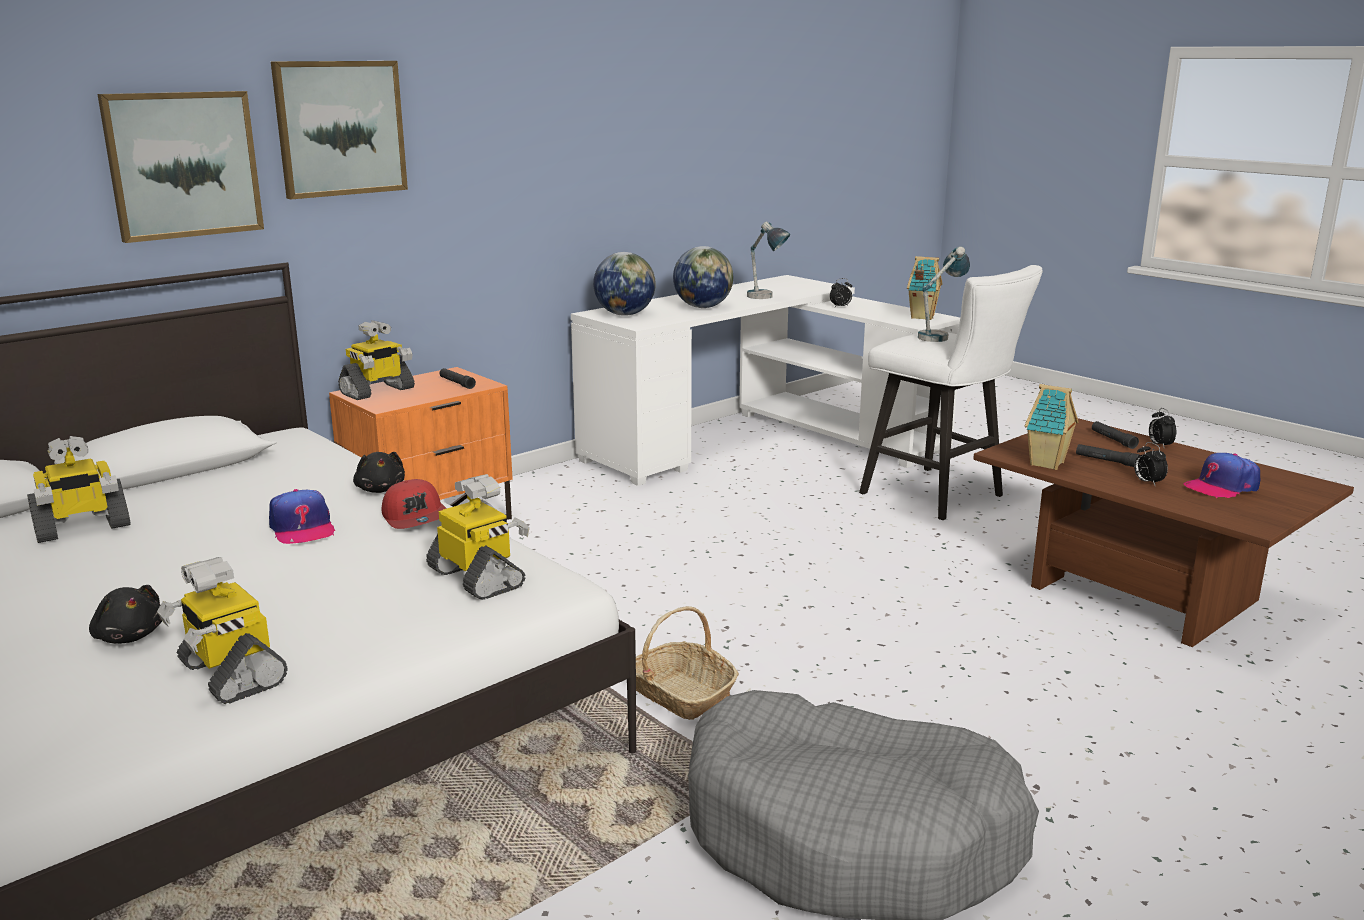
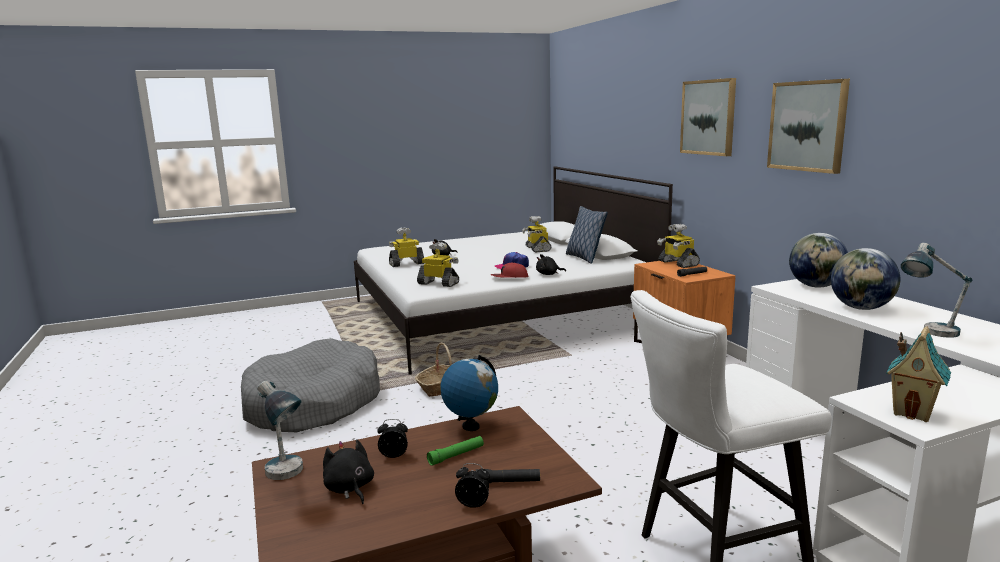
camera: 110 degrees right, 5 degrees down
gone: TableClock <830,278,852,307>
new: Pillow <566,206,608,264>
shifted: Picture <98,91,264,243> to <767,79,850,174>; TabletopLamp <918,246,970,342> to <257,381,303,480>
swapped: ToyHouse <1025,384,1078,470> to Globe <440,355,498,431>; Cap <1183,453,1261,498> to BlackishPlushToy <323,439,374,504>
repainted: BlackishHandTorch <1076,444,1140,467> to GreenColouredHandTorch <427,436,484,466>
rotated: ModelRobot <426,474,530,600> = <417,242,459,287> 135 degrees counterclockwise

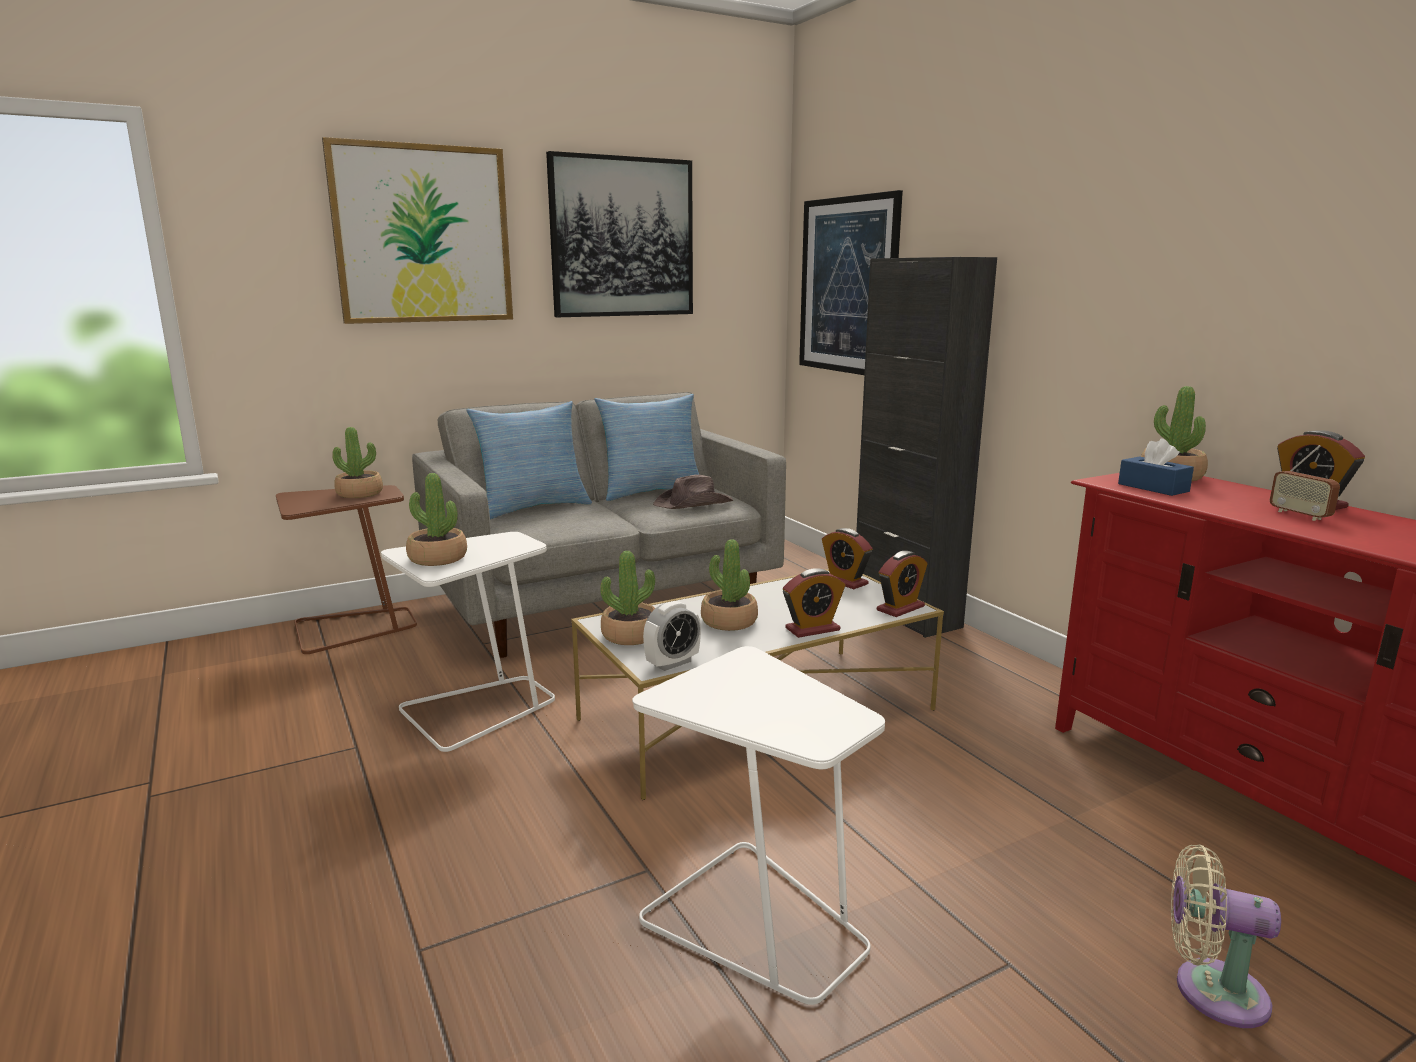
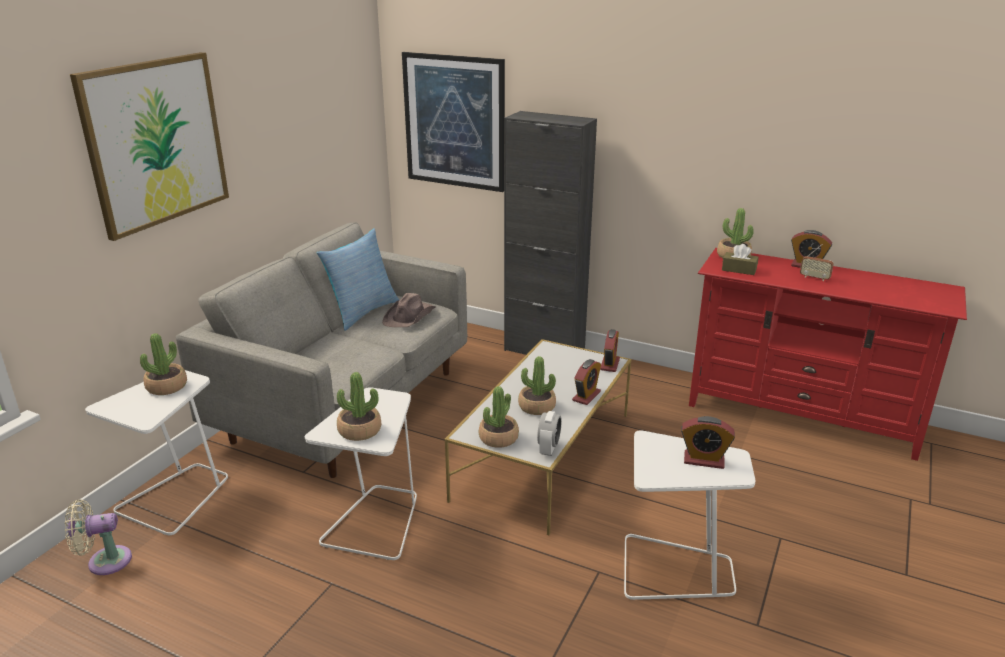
camera: 35 degrees left, 10 degrees up
gone: Pillow <466,401,592,519>; Picture <546,151,693,317>
shifted: TableClock <822,528,873,589> to <681,416,735,469>; BeigeElectricFan <1171,844,1281,1028> to <65,499,132,575>
repainted: BrownColouredSideTable <276,485,417,654> to WhiteSideTable <85,370,228,535>; BluishBoxOfTissues <1118,439,1194,496> to BrownColouredBoxOfTissues <722,244,758,275>

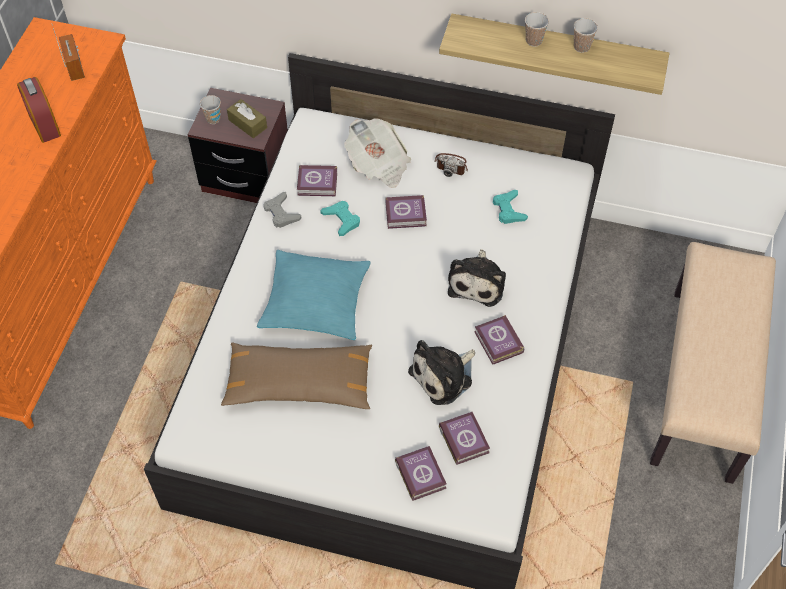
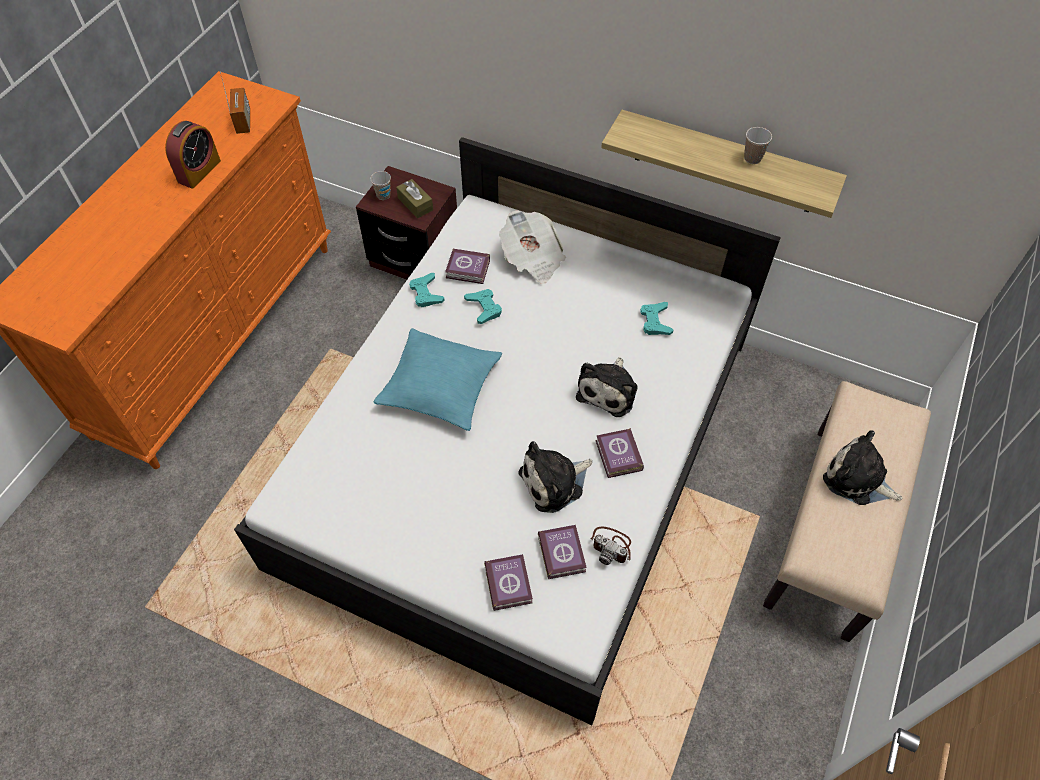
camera: 10 degrees right, 0 degrees up
gone: BrownColouredPillow <221,342,372,409>; BoundBook <385,195,427,229>; Cup <525,12,549,46>
new: PlushToy <823,430,903,505>
shifted: StillCamera <434,153,468,177> to <590,526,631,565>
repainted: GrayGameController <264,192,302,228> to TurquoiseColouredGameController <409,273,445,307>
rotated: TableClock <17,77,61,143> = <165,121,221,189> 135 degrees counterclockwise

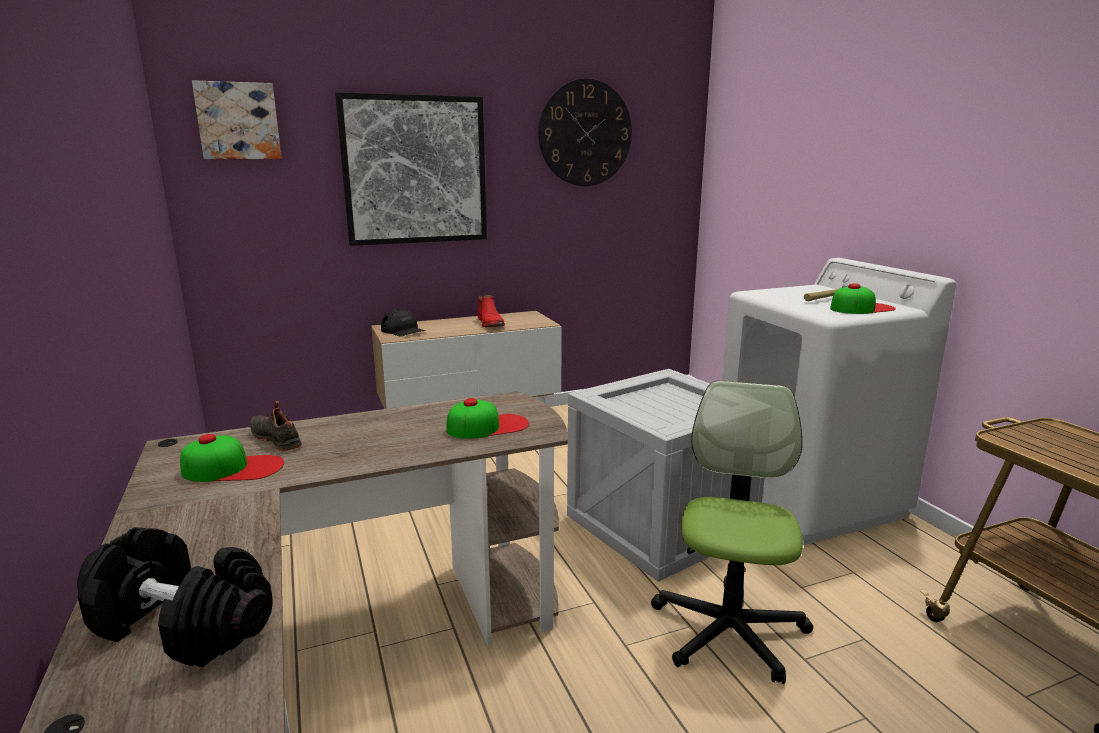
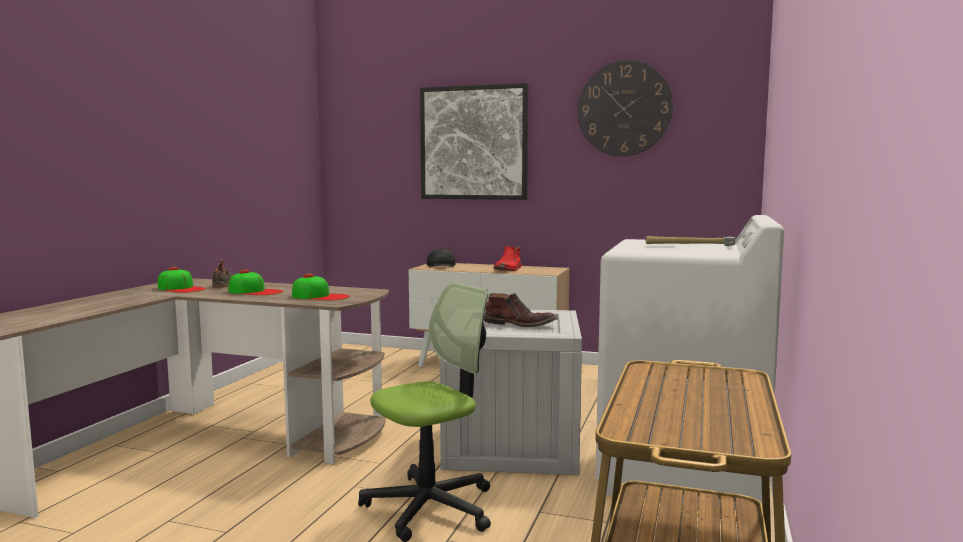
camera: 40 degrees right, 10 degrees down
gone: BlackishFreeWeight <77,527,273,667>; Picture <192,80,282,159>
new: BrownColouredBoot <484,293,556,327>
shifted: Cap <830,283,896,314> to <228,270,283,295>

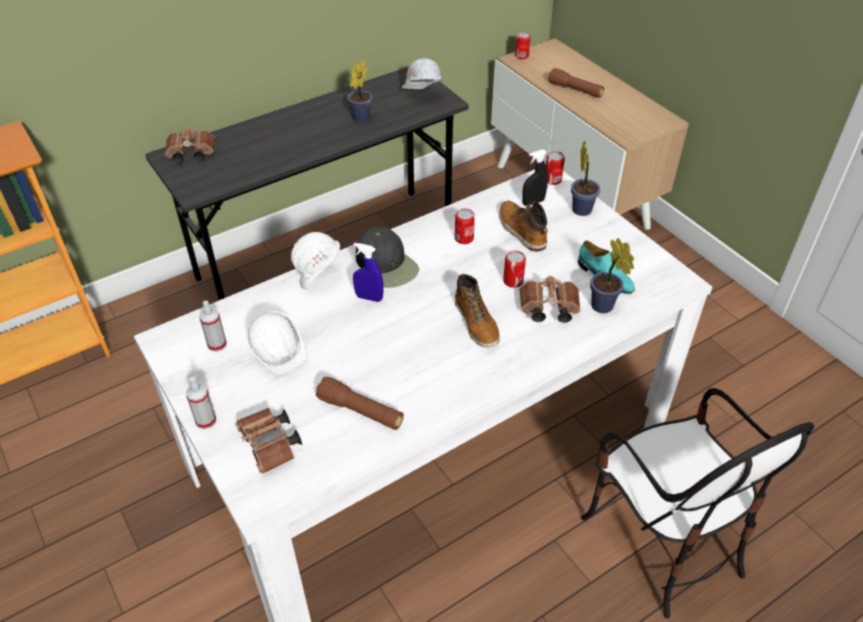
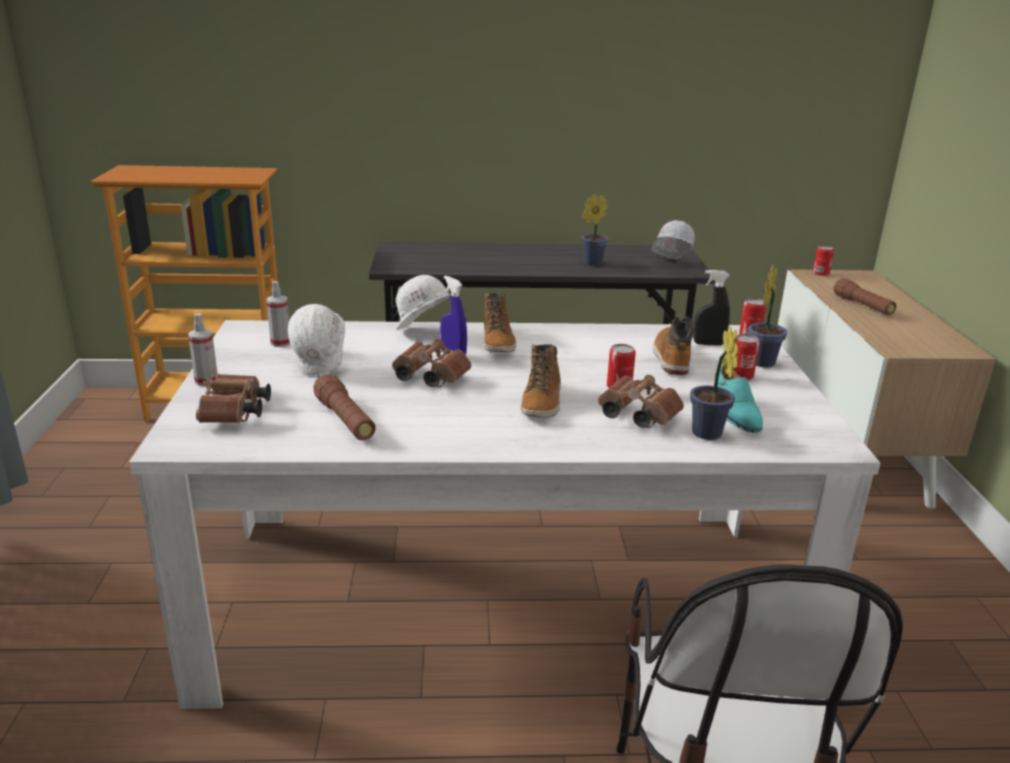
camera: 30 degrees right, 20 degrees down
shifted: BrownColouredBinoculars <165,127,215,163> to <392,339,471,387>; MetalCan <455,208,475,244> to <734,334,760,380>
swapped: BlackishCap <356,227,419,288> to Boot <484,293,516,352>

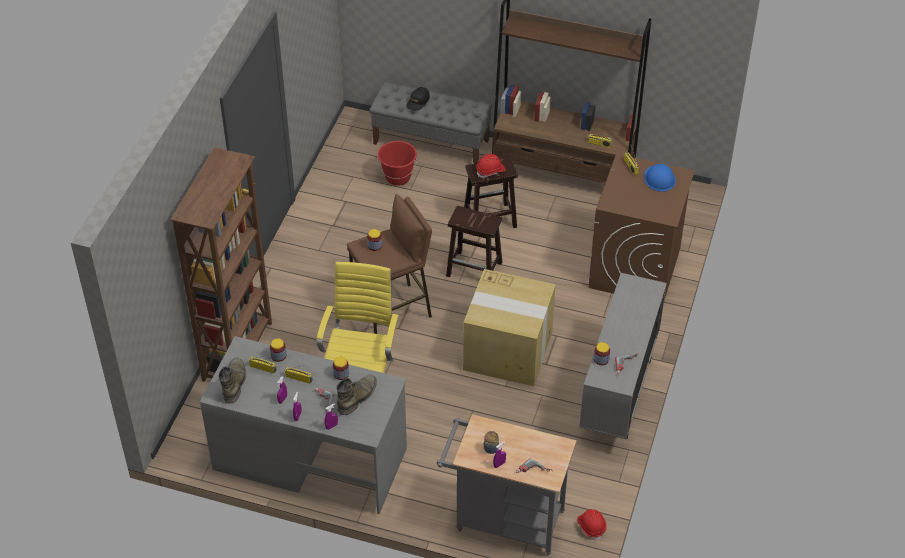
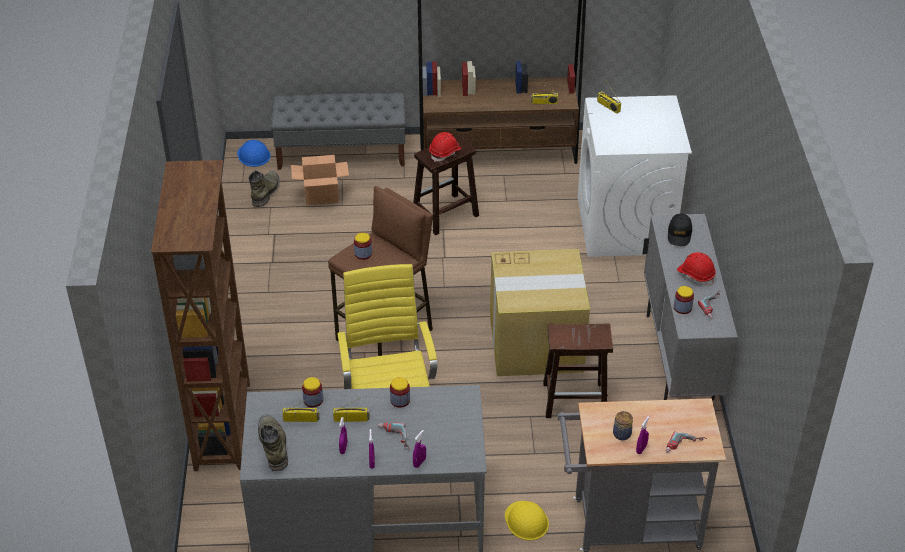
camera: 20 degrees left, 5 degrees down
new: YellowColouredSafetyHelmet <505,501,549,540>
shifted: GreenColouredBoot <337,374,377,415> to <249,171,280,207>; BlackishCap <406,87,430,111> to <668,214,692,246>; BrownColouredSittingStool <446,206,502,277> to <543,324,613,418>; RedColouredSafetyHelmet <577,509,607,540> to <677,252,716,286>; BluishSafetyHelmet <644,164,676,192> to <237,140,271,167>
swapped: RedColouredBucket <377,141,417,186> to Carton <291,155,349,205>
repainted: BrownColouredLaundryAppliance <588,154,695,300> to WhiteLaundryAppliance <578,95,692,257>

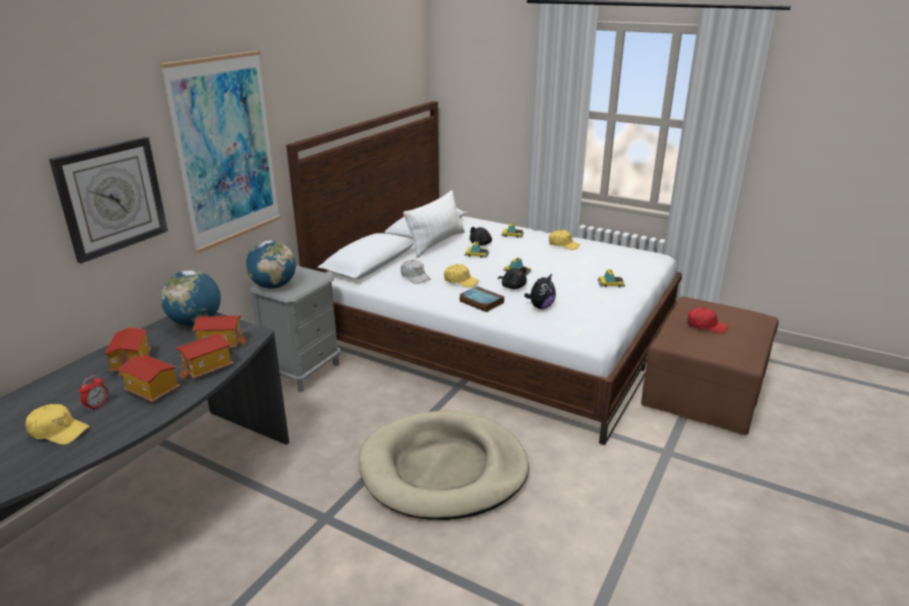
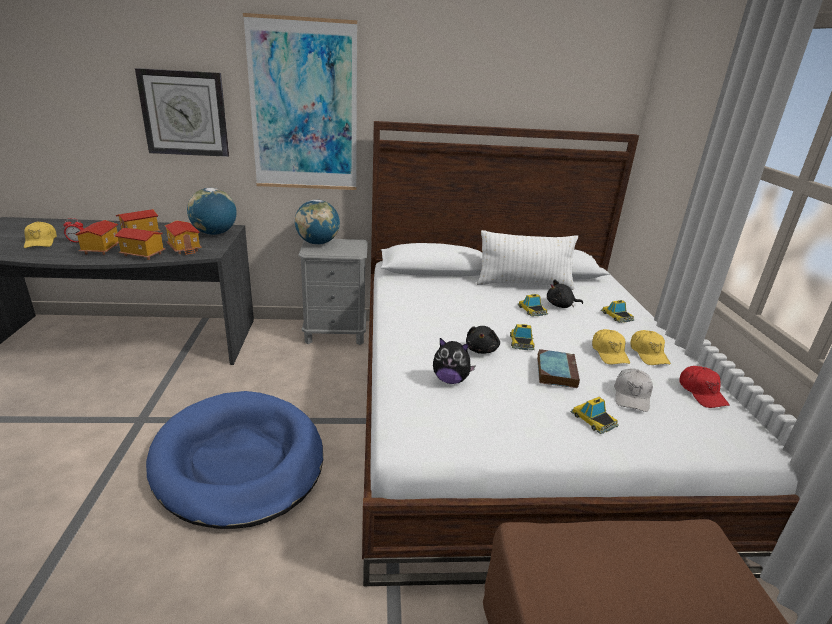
camera: 55 degrees right, 0 degrees up
shifted: WhiteCap <401,260,431,284> to <614,369,653,412>; YellowColouredCap <444,264,479,288> to <592,329,630,364>; BoundBook <459,286,504,312> to <537,349,580,388>; RedColouredCap <687,308,728,334> to <679,366,730,408>
repainted: BeigePetBed <359,411,529,520> to BluishPetBed <146,391,323,529>

